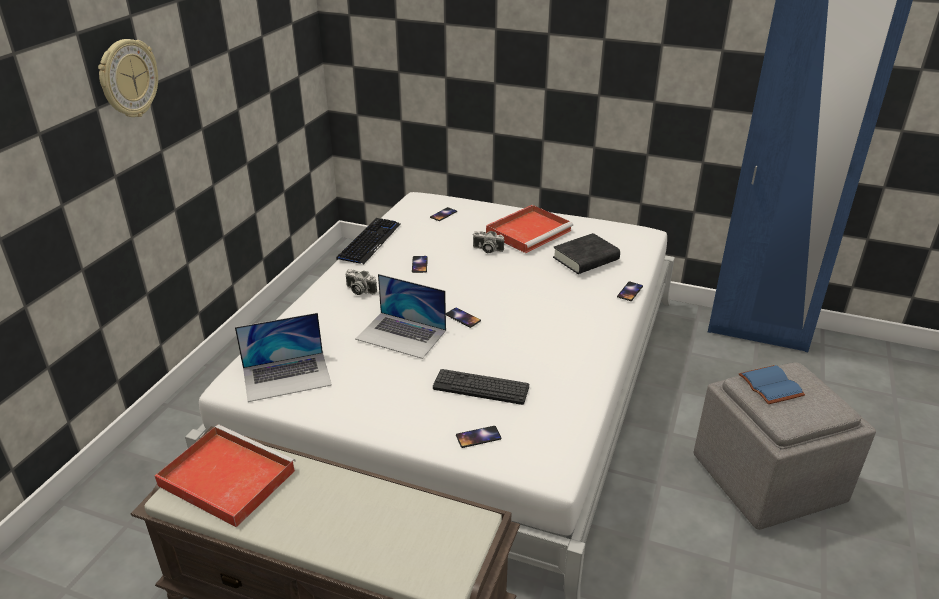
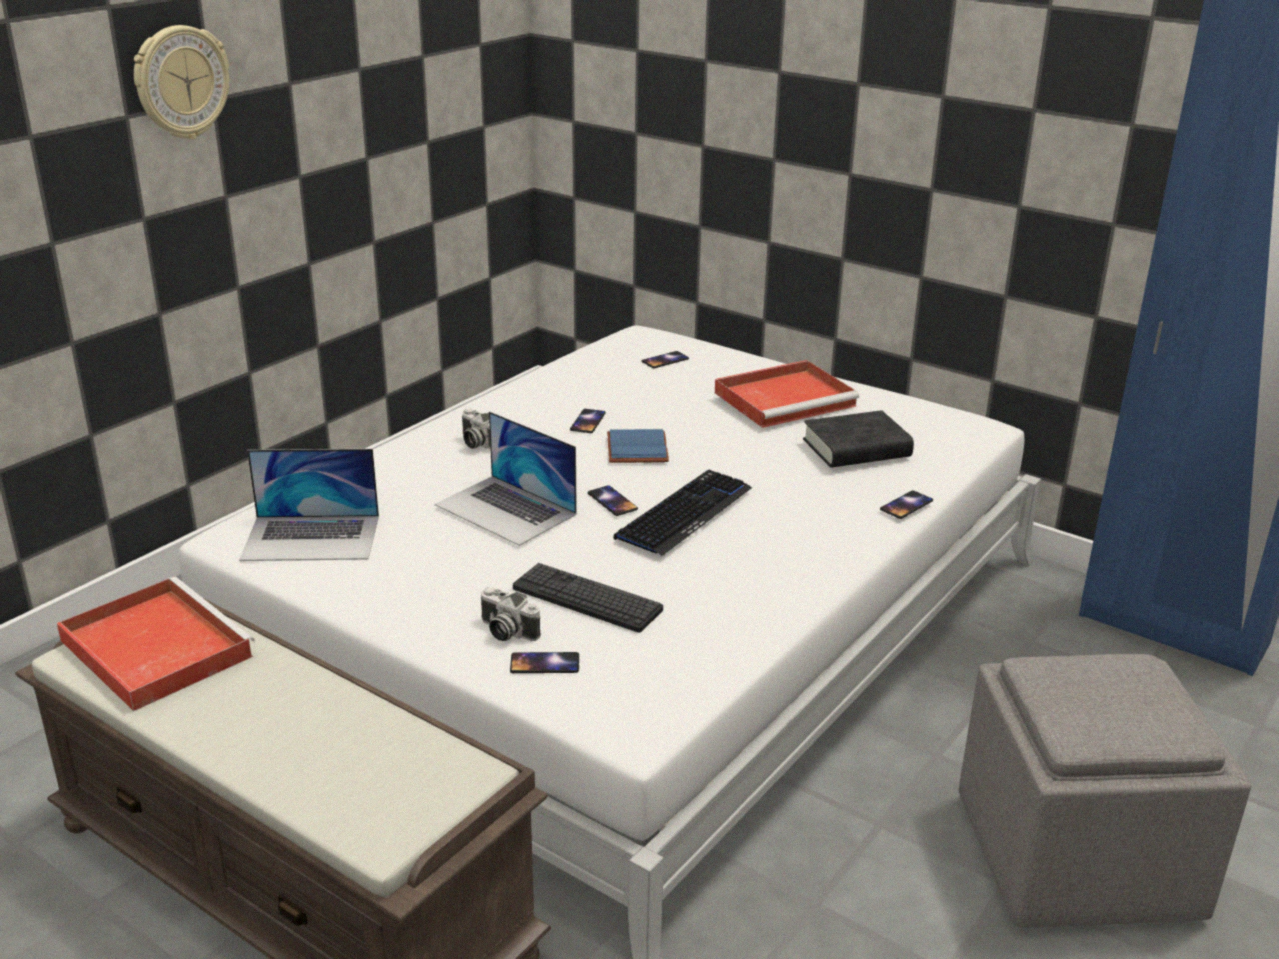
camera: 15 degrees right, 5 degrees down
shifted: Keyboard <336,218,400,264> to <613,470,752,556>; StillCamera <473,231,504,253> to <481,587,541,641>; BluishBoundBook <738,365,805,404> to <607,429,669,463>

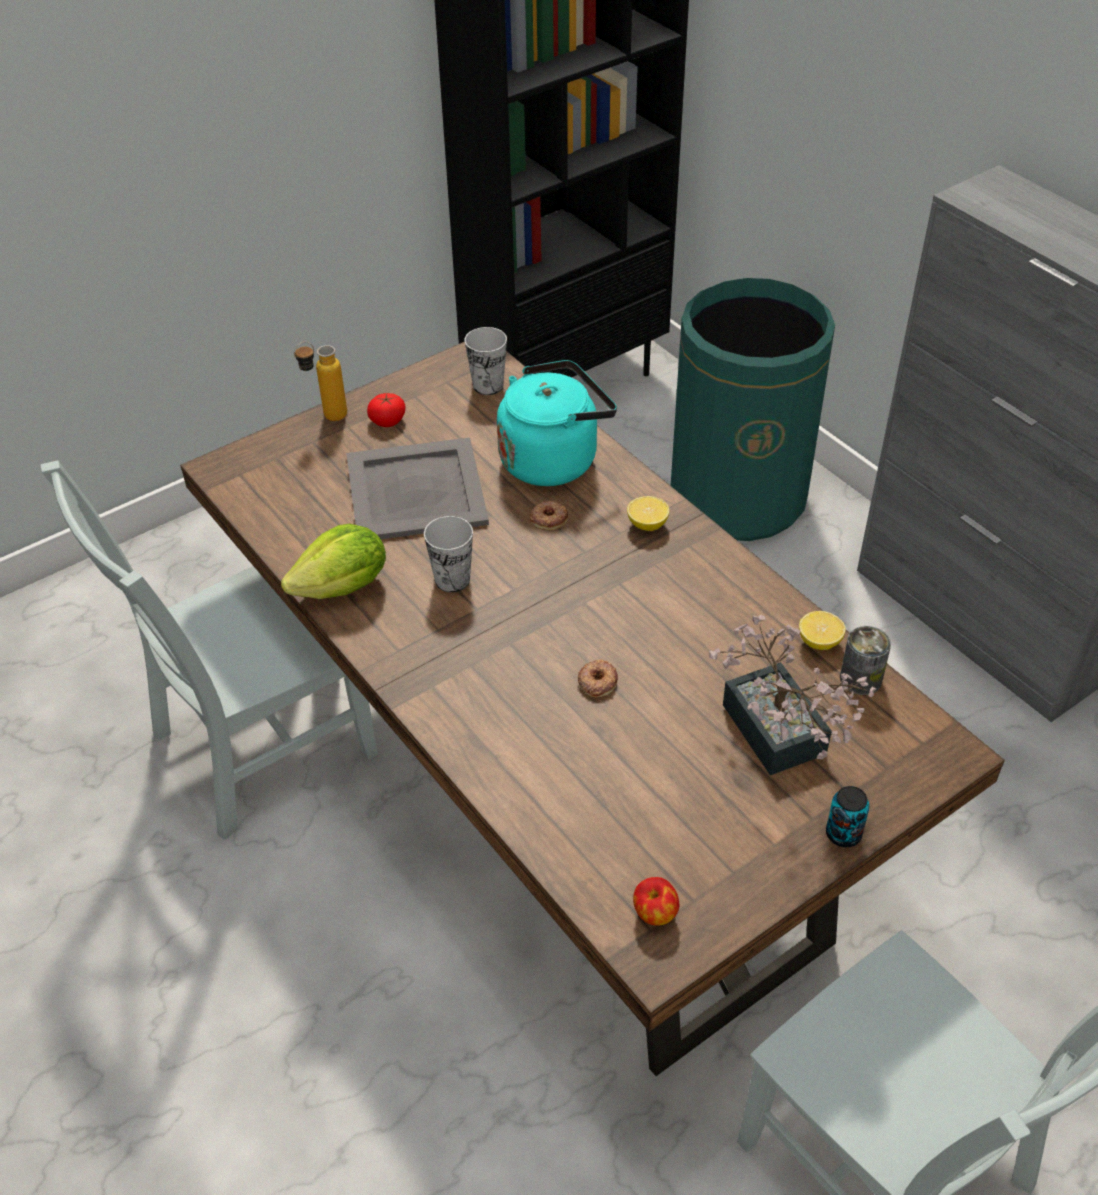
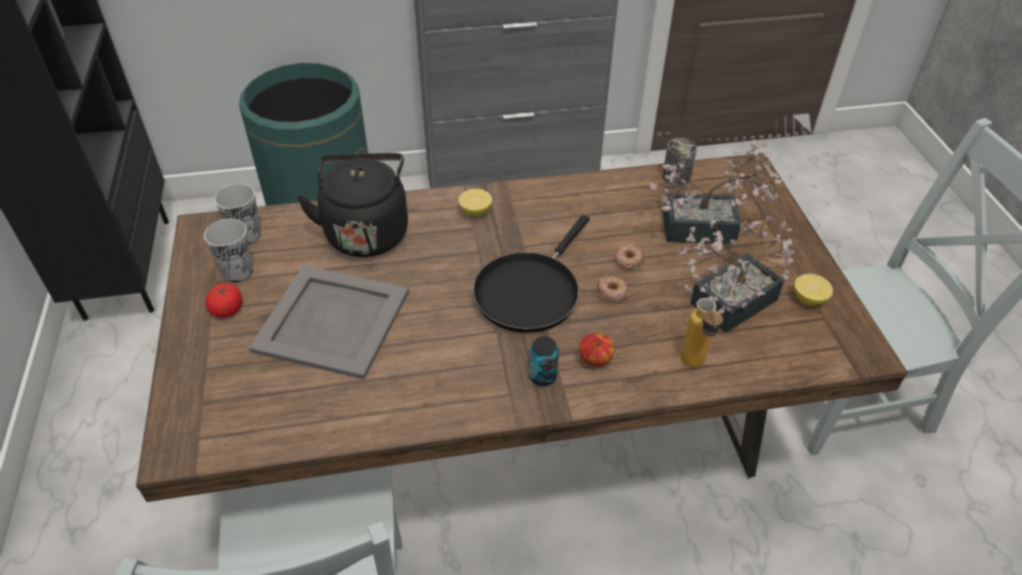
camera: 65 degrees left, 0 degrees up
gone: HeadOfLettuce <281,524,386,599>
new: BlackishSkillet <473,215,590,333>; PlantInAPot <679,216,795,333>
shifted: BeverageBottle <294,342,347,421> to <681,298,723,368>; Cup <424,516,473,593> to <204,219,253,282>; RingDoughnut <530,501,568,530> to <614,244,644,271>; WholeApple <633,877,679,926> to <579,333,615,366>; Lemon <799,611,846,650> to <794,274,833,306>; MetalCan <826,786,870,847> to <529,337,559,386>
repainted: TurquoiseColouredWaterKettle <497,360,617,486> to BlackishWaterKettle <297,153,408,257>

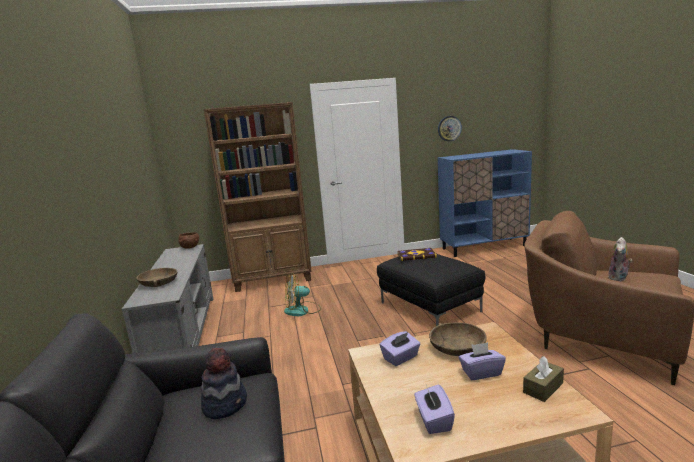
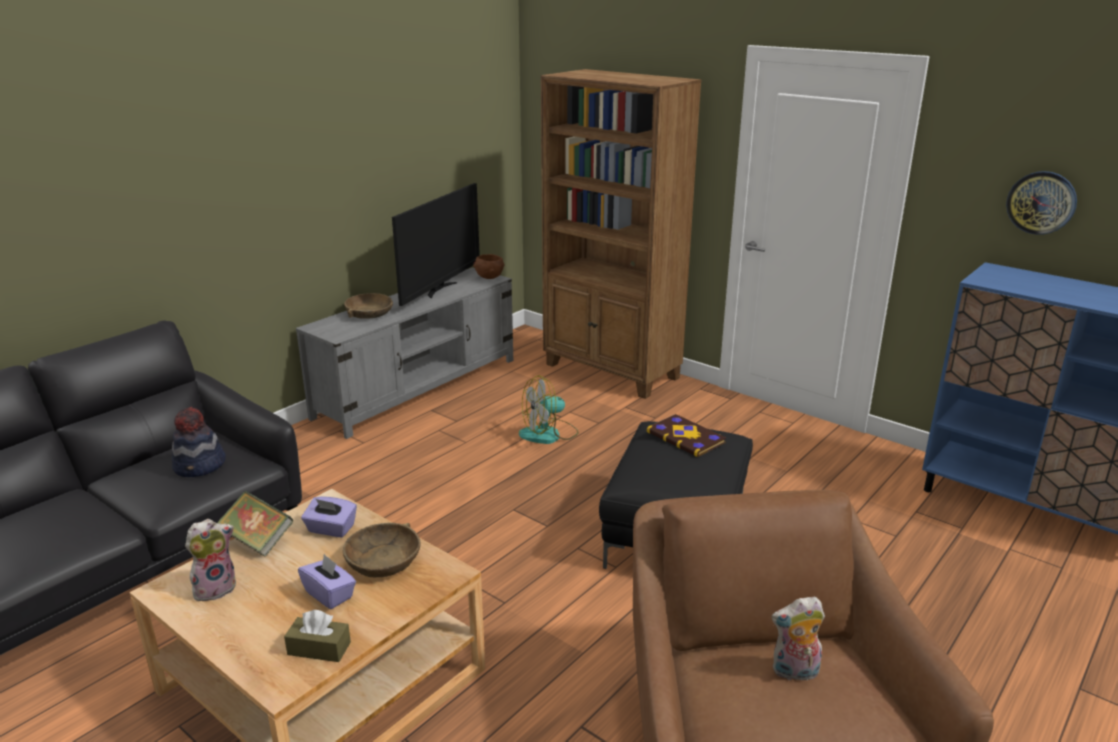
camera: 50 degrees right, 10 degrees up
new: BoundBook <217,491,294,557>; TvSet <392,183,480,306>
swapped: PurpleBoxOfTissues <414,384,455,434> to PlushToy <185,519,236,601>
rotated: ElectricFan <284,273,321,316> = <519,375,579,444> 60 degrees counterclockwise

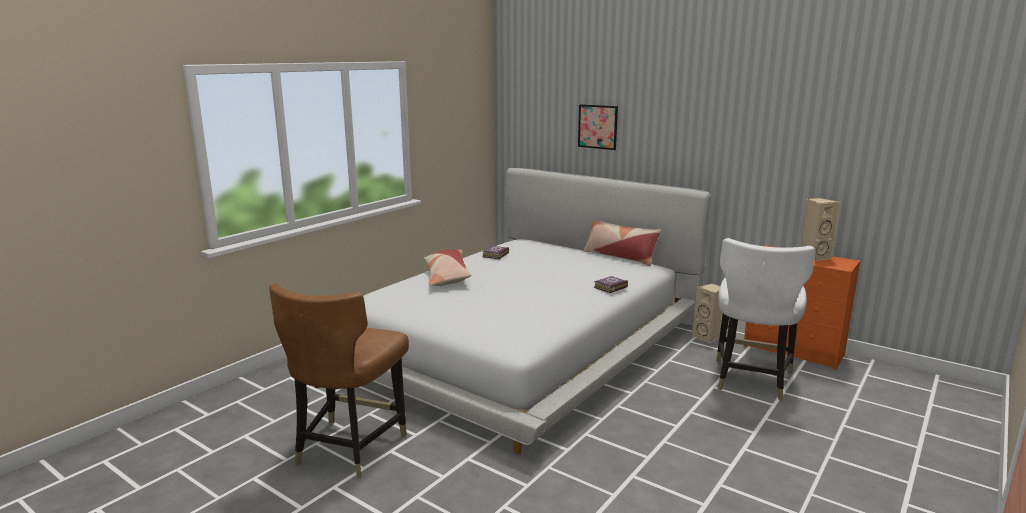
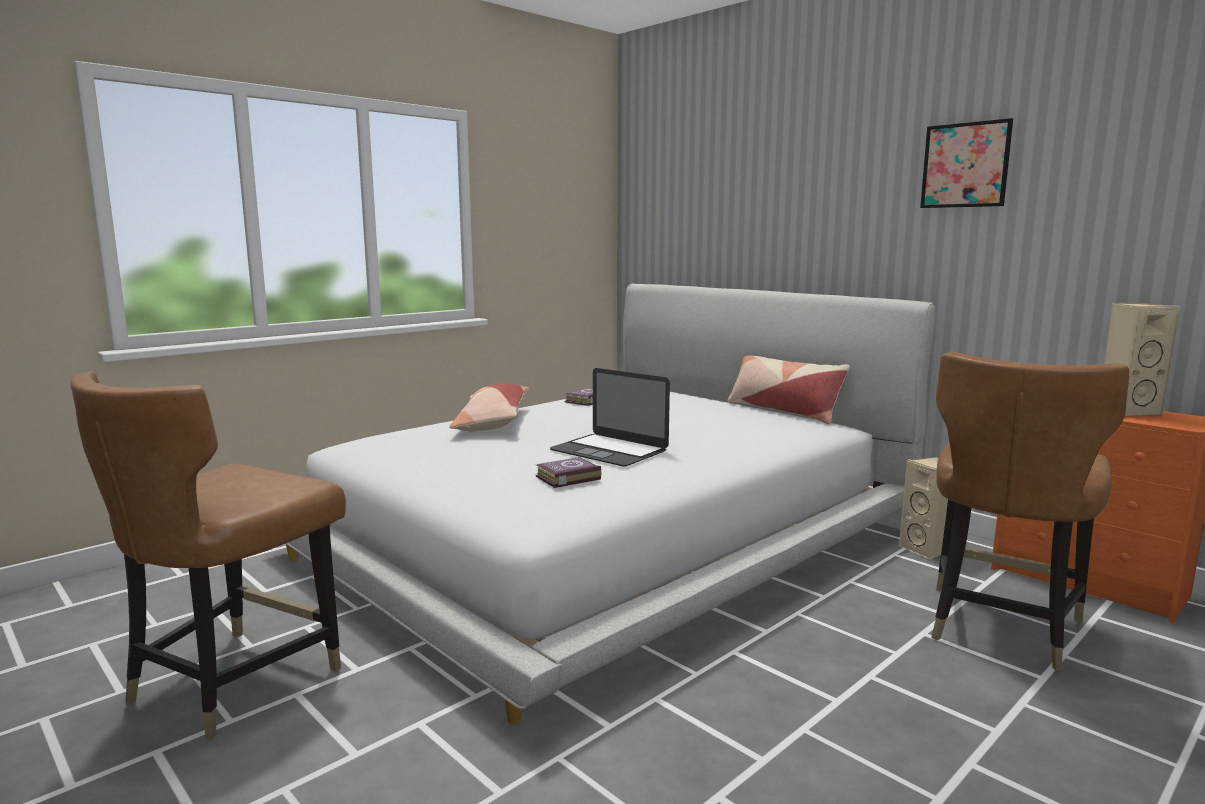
camera: 10 degrees right, 5 degrees down
new: Laptop <550,368,670,467>
shifted: Picture <578,104,618,150> to <920,118,1013,208>; BoundBook <594,276,628,293> to <536,457,601,488>
repainted: WhitePlainChair <716,238,815,401> to BrownColouredPlainChair <931,352,1129,672>

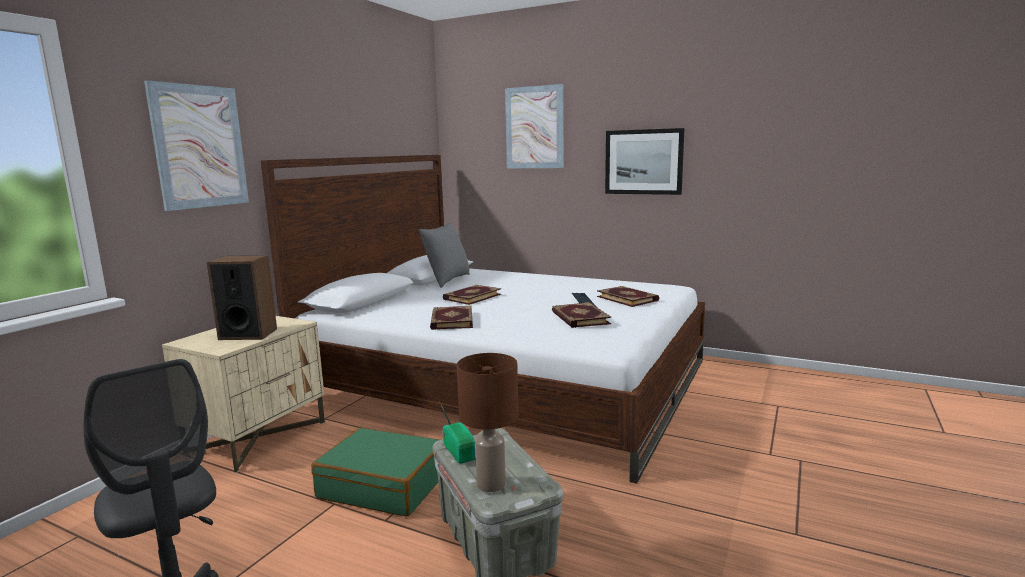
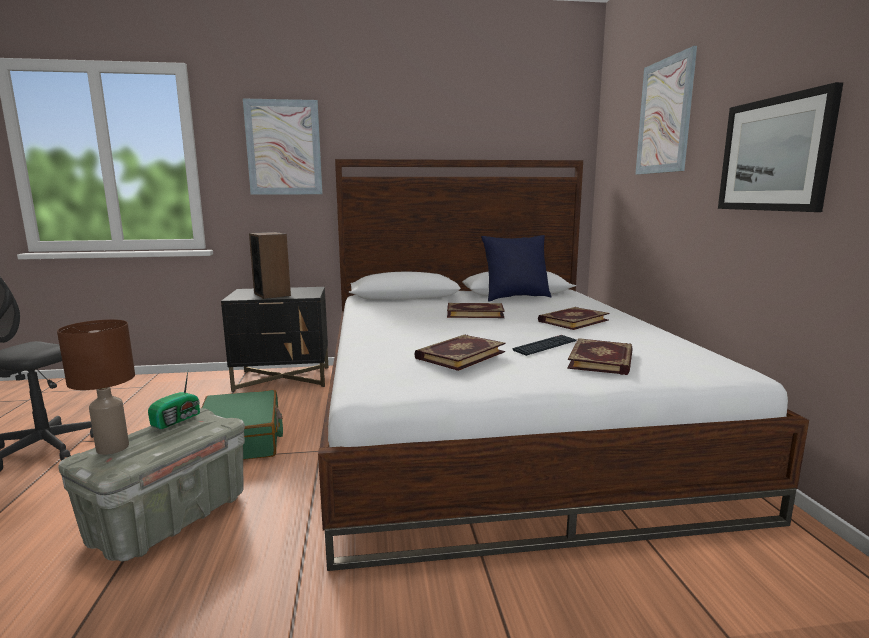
camera: 55 degrees right, 0 degrees up
shifted: BoundBook <430,306,473,330> to <538,307,609,330>
repainted: BeigeNightTable <162,316,325,473> to BlackishNightTable <221,287,329,392>; GrayPillow <418,222,470,288> to BluishPillow <481,235,552,301>

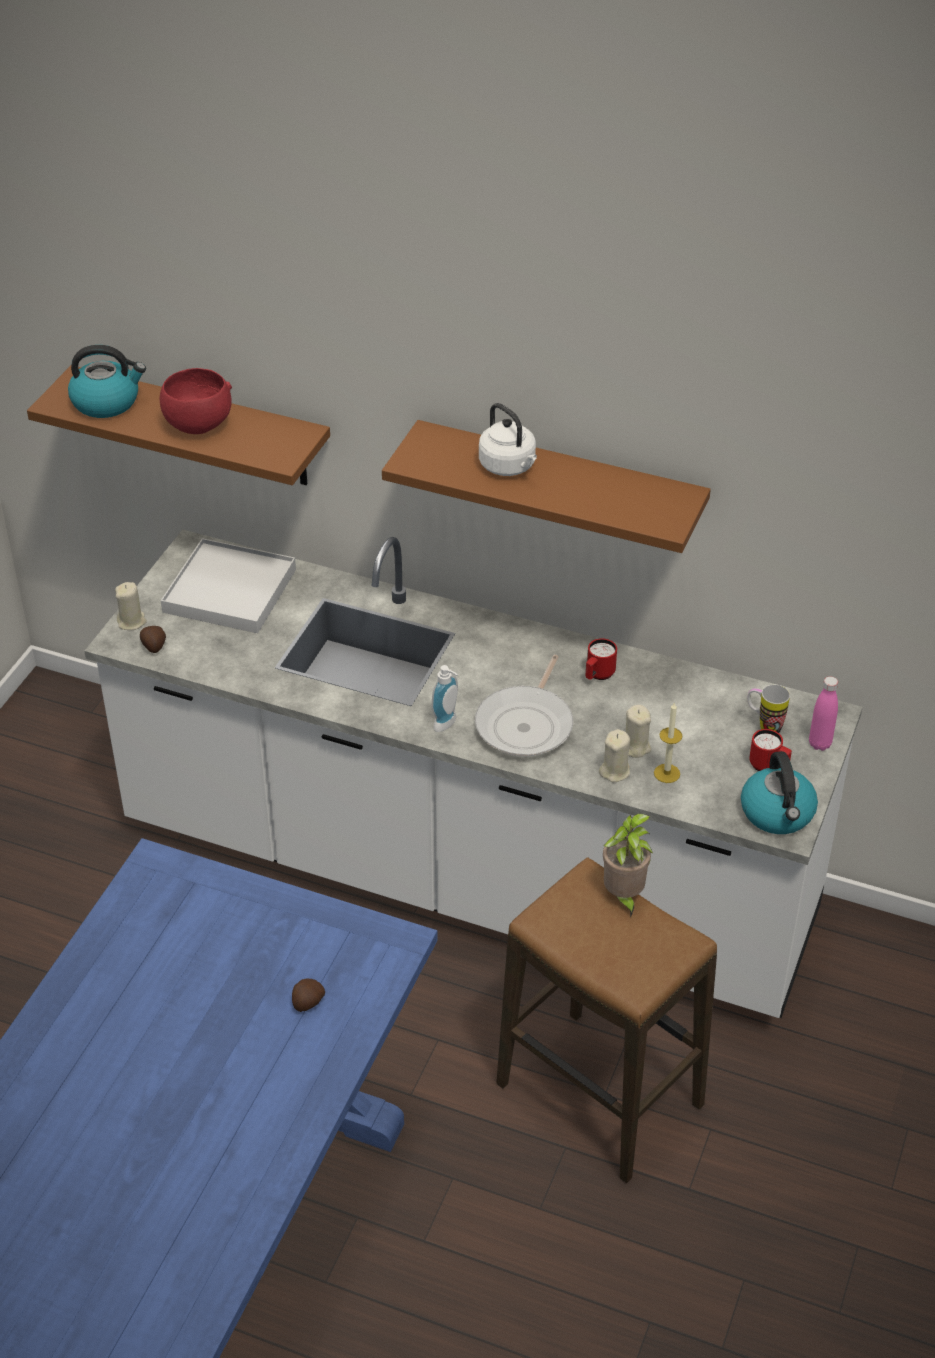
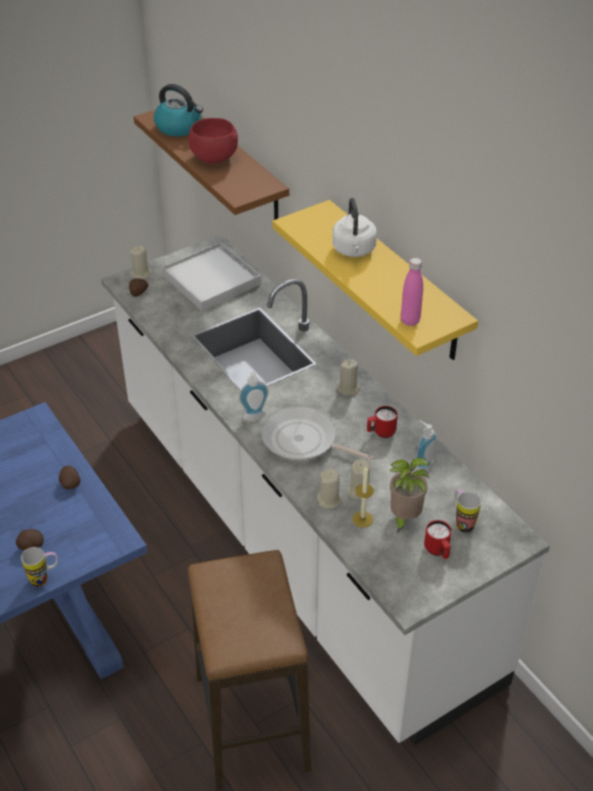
camera: 35 degrees right, 0 degrees up
gone: WaterKettle <741,751,818,834>
new: Mug <21,547,58,587>; Potato <59,466,81,489>; BeigeWaxLight <337,359,361,396>; SoapDispenser <415,420,437,472>
shifted: PlantInAPot <603,814,653,918> to <390,457,431,533>; PinkColouredBeverageBottle <809,676,838,751> to <401,258,423,326>
repainted: BrownColouredWallShelf <382,420,711,553> to YellowColouredWallShelf <273,200,478,360>
rotated: Skillet <475,655,573,757> = <262,406,374,460> 60 degrees clockwise

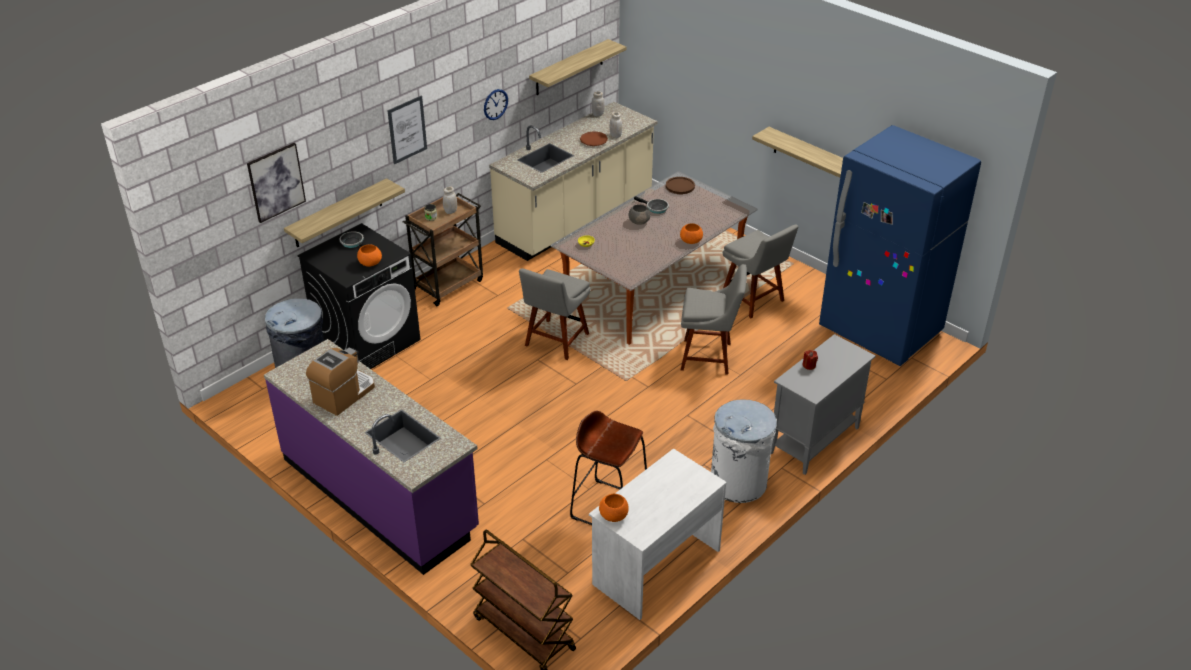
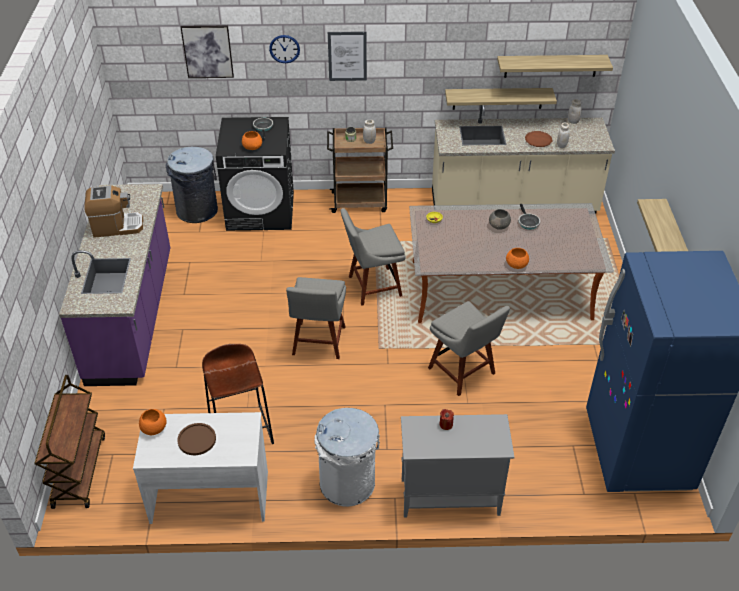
camera: 45 degrees right, 5 degrees up
shifted: WallShelf <284,178,405,248> to <445,88,557,110>; ClockOnTheWall <484,89,508,120> to <269,35,300,63>; BrownColouredDinnerPlate <666,177,695,194> to <177,423,216,455>; GrayPlainChair <723,224,798,318> to <286,277,346,359>

